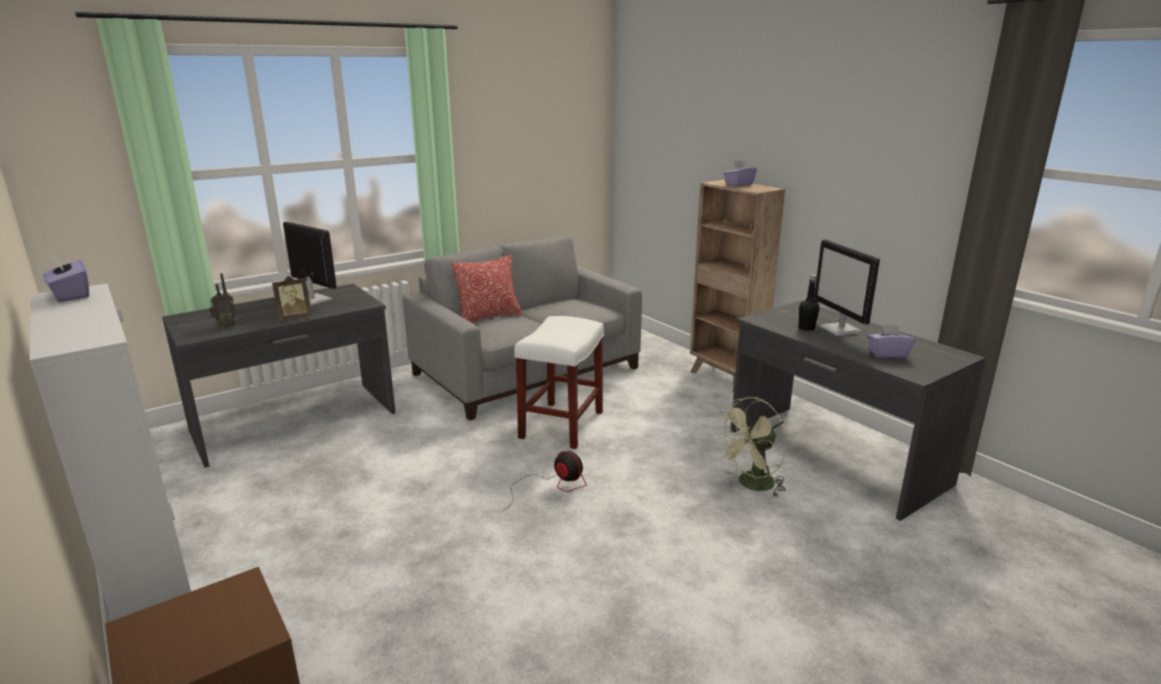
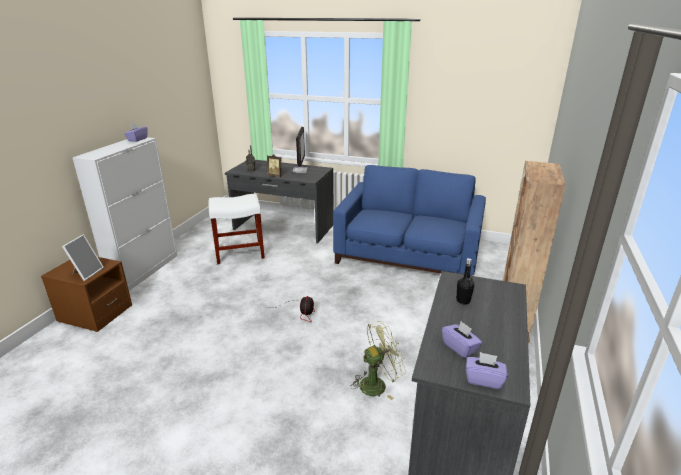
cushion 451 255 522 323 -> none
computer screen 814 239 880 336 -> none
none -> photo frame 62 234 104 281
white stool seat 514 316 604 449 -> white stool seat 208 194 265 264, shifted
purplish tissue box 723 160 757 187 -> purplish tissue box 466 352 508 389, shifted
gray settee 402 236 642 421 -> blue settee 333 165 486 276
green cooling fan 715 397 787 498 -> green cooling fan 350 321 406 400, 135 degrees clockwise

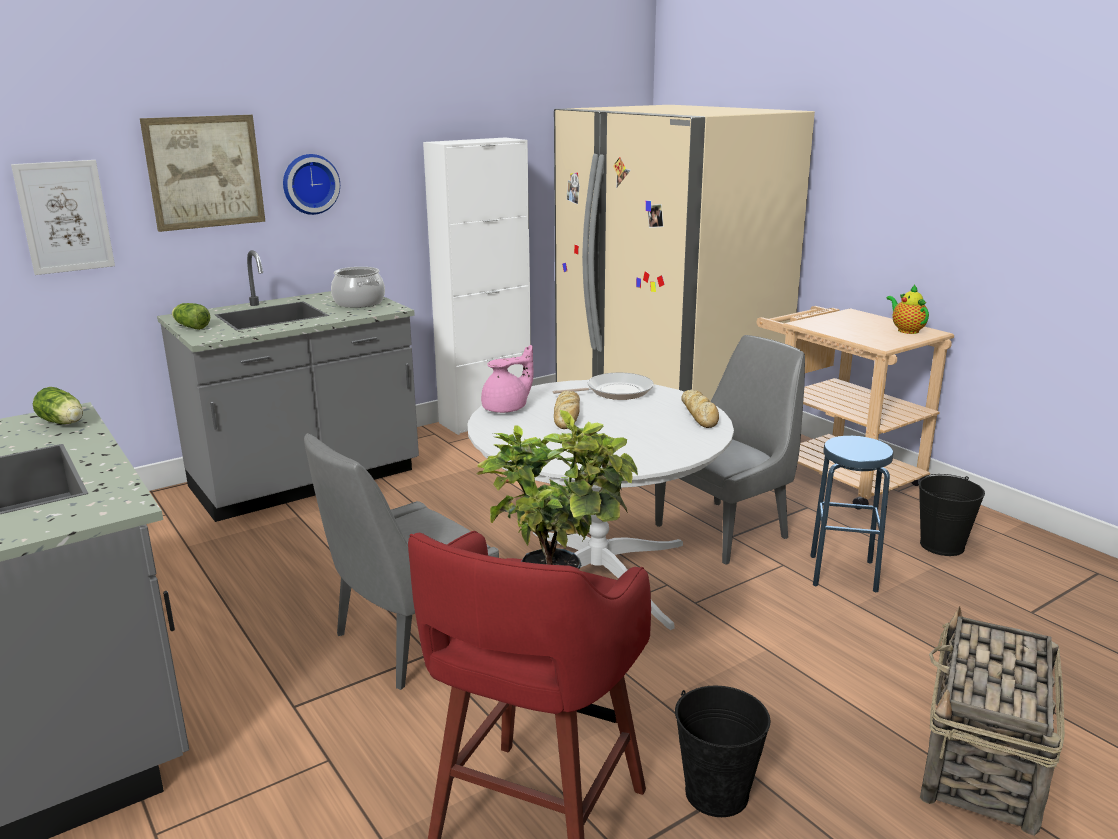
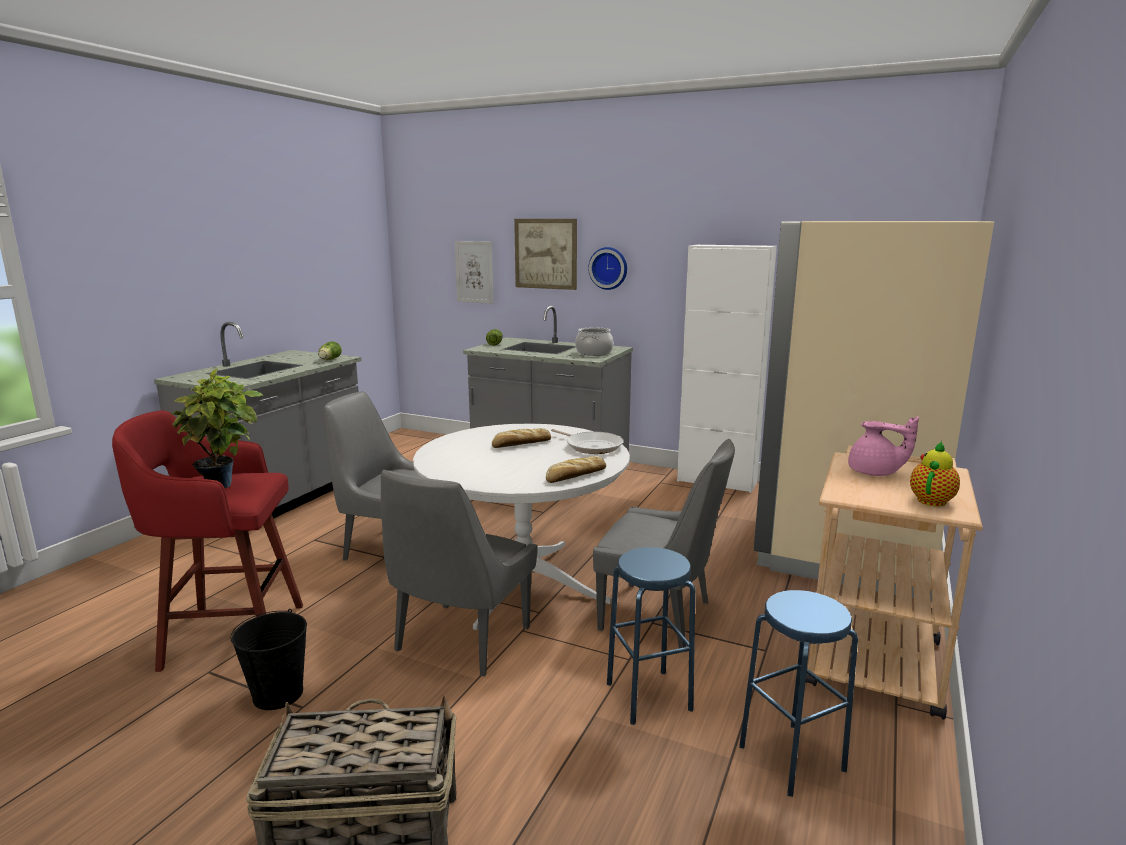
none -> gray plain chair 381 470 537 676
pinkish pot for tea 481 345 534 413 -> pinkish pot for tea 848 417 919 476, shifted
black pail 918 474 985 556 -> blue stool seat 739 590 858 797

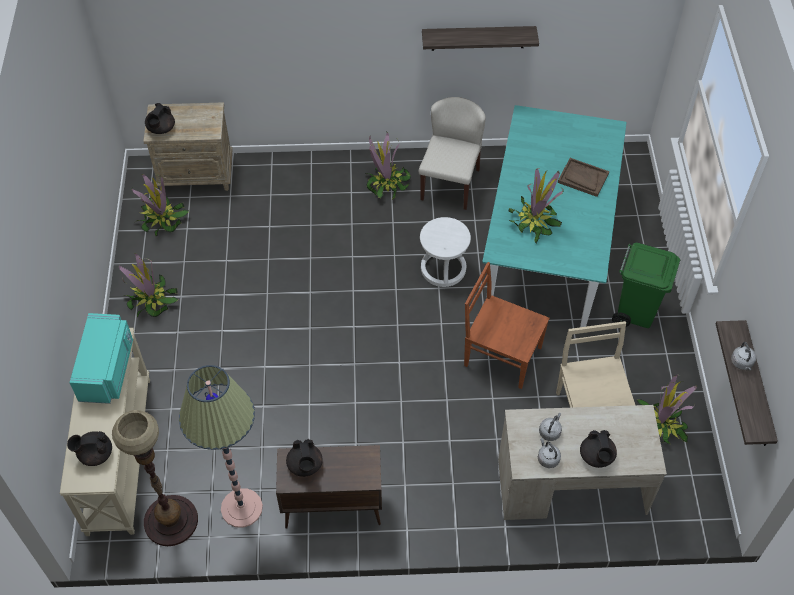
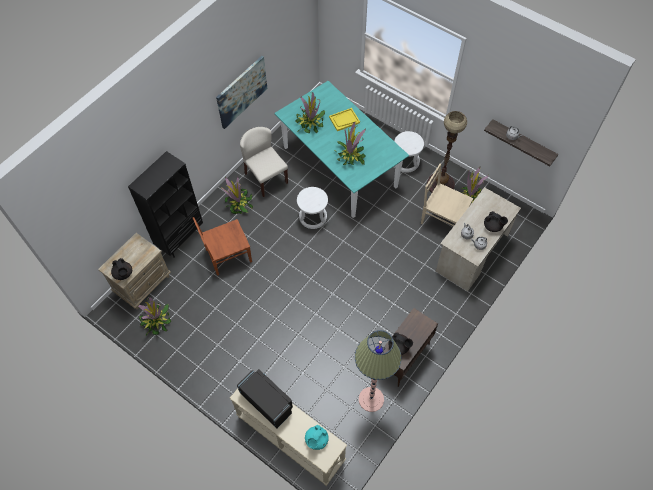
none -> black bookcase 128 151 203 258
standing lamp 112 410 198 546 -> standing lamp 427 111 467 193, shifted
plant in a pot 119 253 178 317 -> plant in a pot 296 92 325 133, shifted
brown plain chair 464 262 550 389 -> brown plain chair 193 217 252 276, shifted
wall shelf 422 26 539 51 -> wall picture 216 56 267 129
green trash can 612 243 680 328 -> white stool seat 394 131 424 173
black pot for tea 67 431 112 466 -> turquoise-coloured pot for tea 305 425 329 450
turquoise-coloured microwave 69 313 133 404 -> black microwave 237 369 293 428
brown serving tray 558 158 609 197 -> yellow serving tray 329 108 360 131

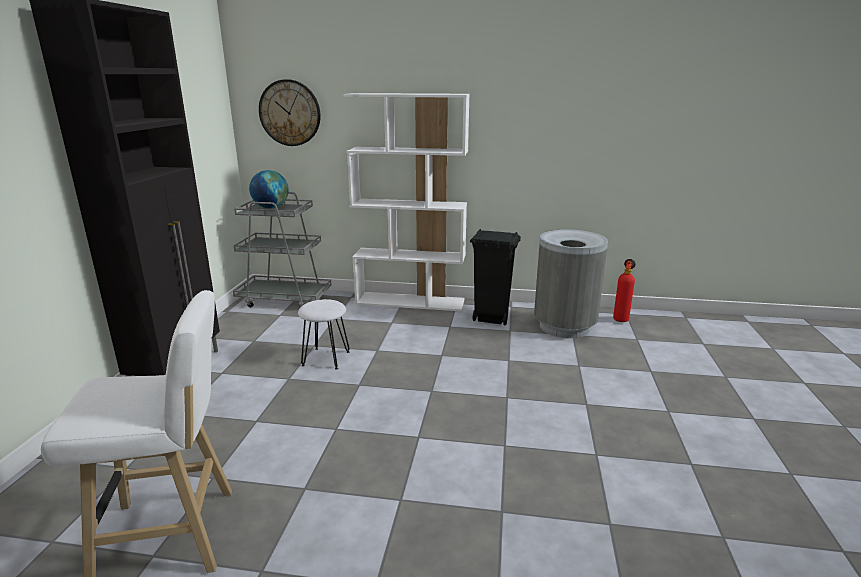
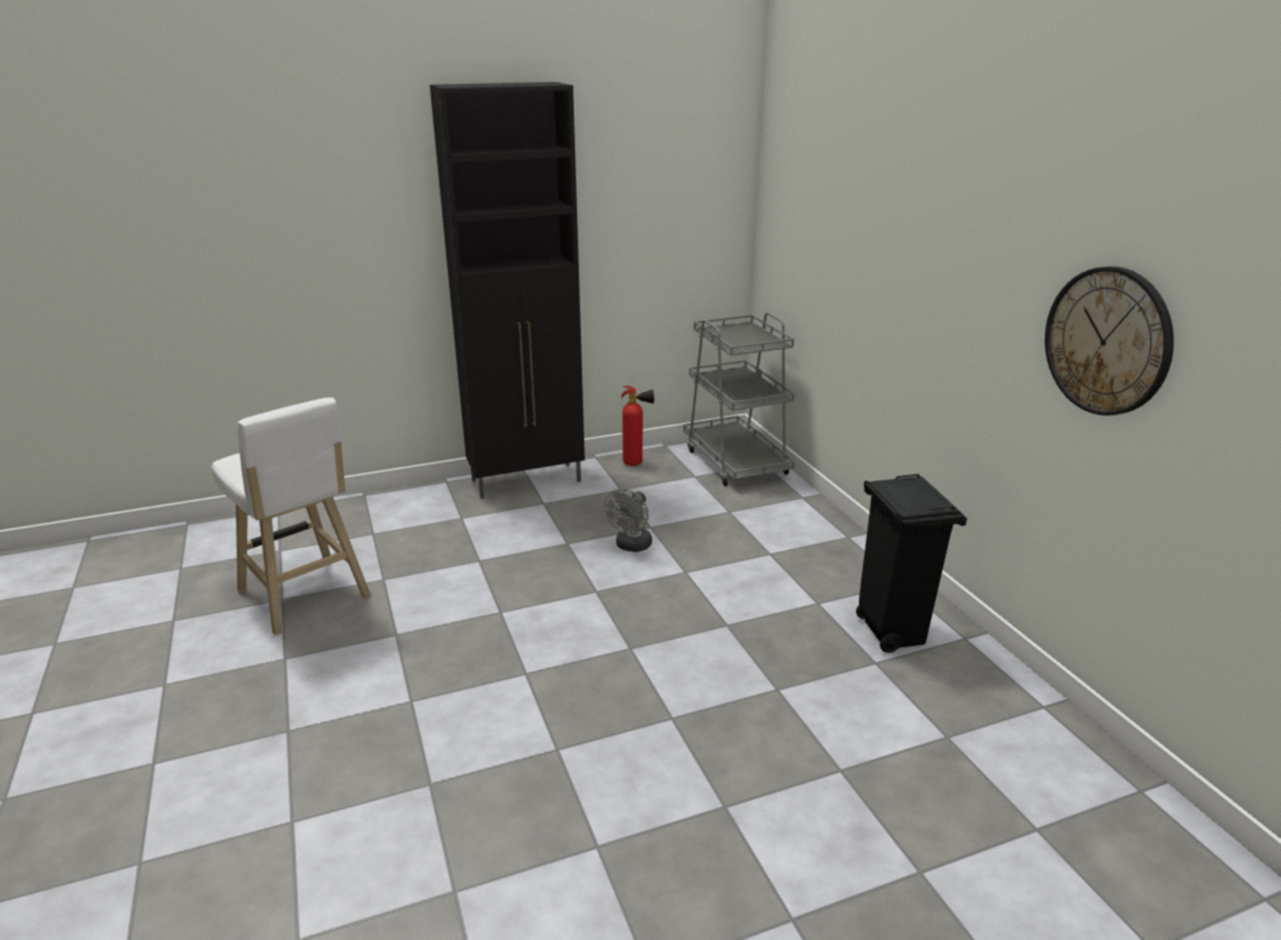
world globe 249 170 289 208 -> none
white bookcase 343 93 470 311 -> none
gray trash can 534 229 608 338 -> none
wall clock 259 79 321 146 -> wall clock 1045 266 1174 416, shifted
fire-fighting cylinder 613 259 636 322 -> fire-fighting cylinder 621 386 654 466, shifted
white stool seat 298 299 350 370 -> gray cooling fan 604 489 652 552

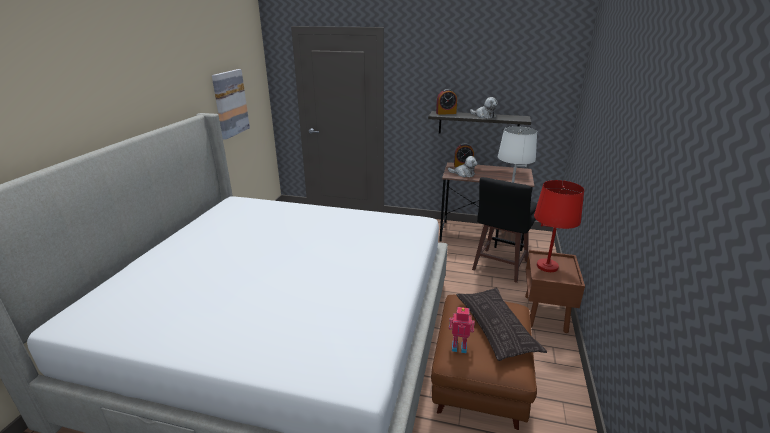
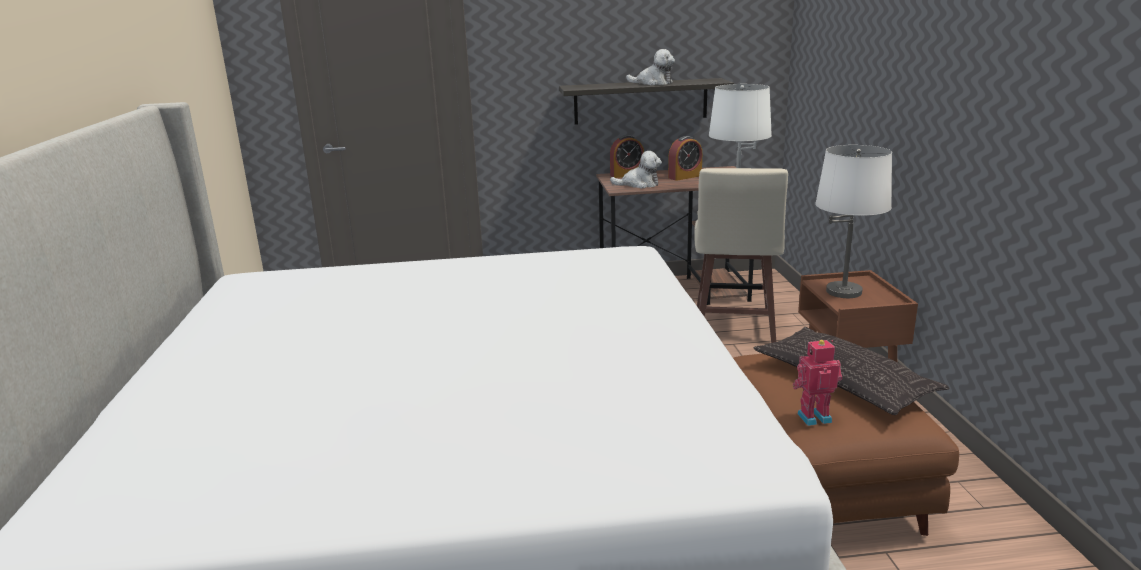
wall picture 212 69 250 140 -> none
table clock 436 89 457 115 -> table clock 668 136 702 181, shifted
black stool seat 472 177 537 283 -> beige stool seat 694 168 788 343
red tabletop lamp 534 180 584 272 -> white tabletop lamp 815 145 892 298

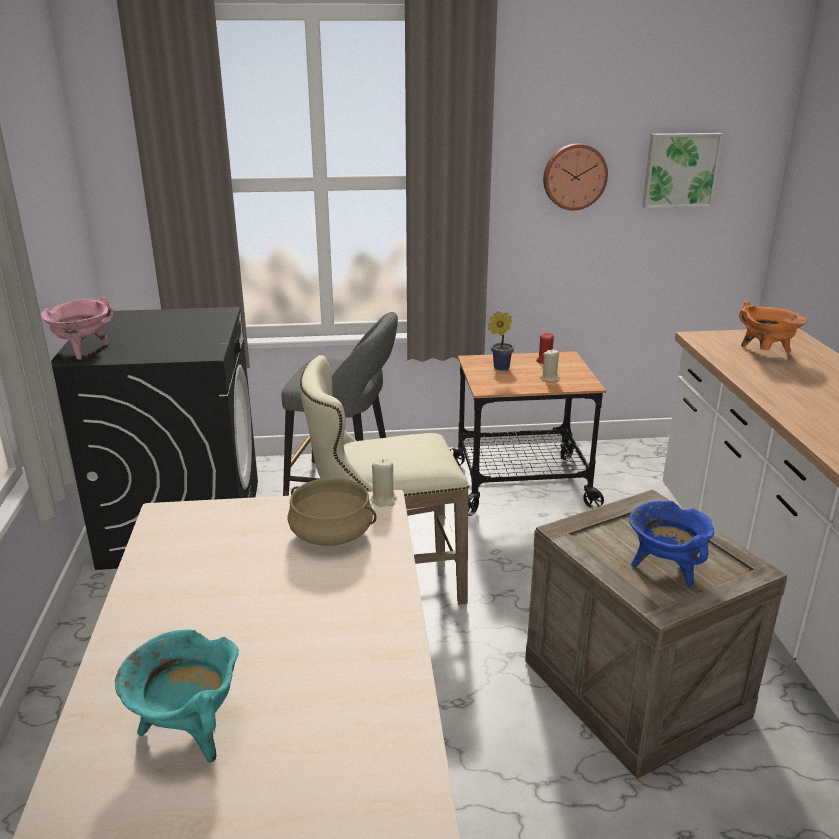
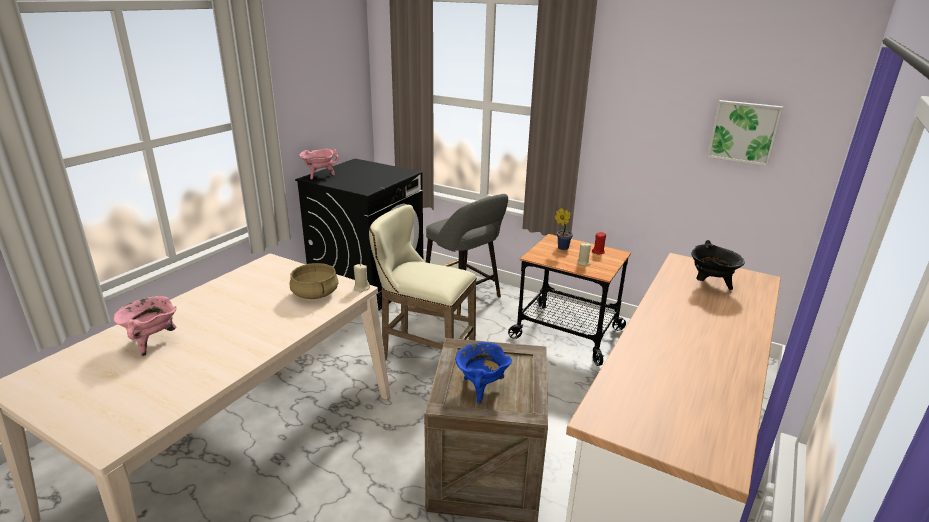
wall clock 543 143 608 210 -> none
turquoise-coloured stockpot 115 630 239 763 -> pinkish stockpot 114 296 177 356
orangey stockpot 739 301 807 353 -> black stockpot 691 240 745 290

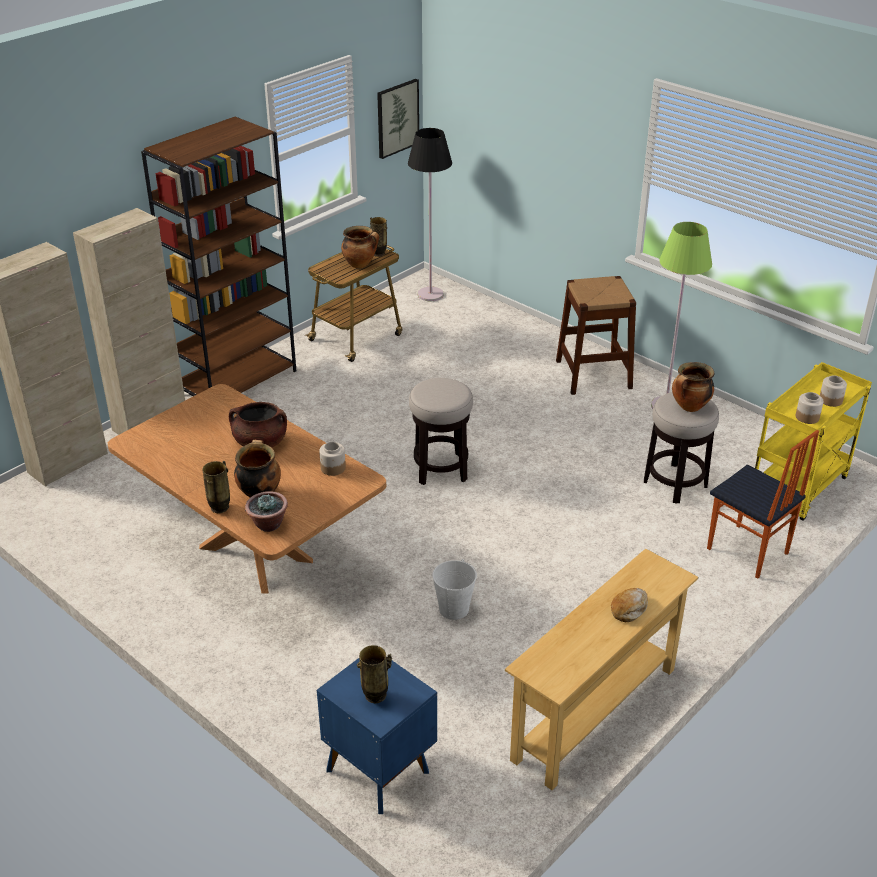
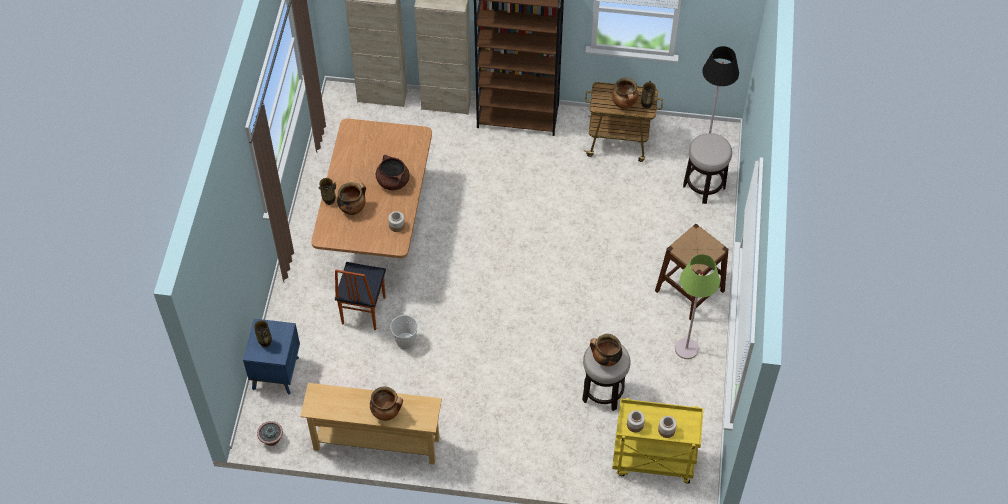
wall picture 377 79 419 159 -> none
plant in a pot 245 491 288 532 -> plant in a pot 257 421 283 446, shifted
stool seat 409 378 473 485 -> stool seat 683 133 732 204, shifted
plain chair 707 430 819 578 -> plain chair 335 262 386 330, shifted
bakery bread 611 588 648 622 -> stockpot 370 387 403 421

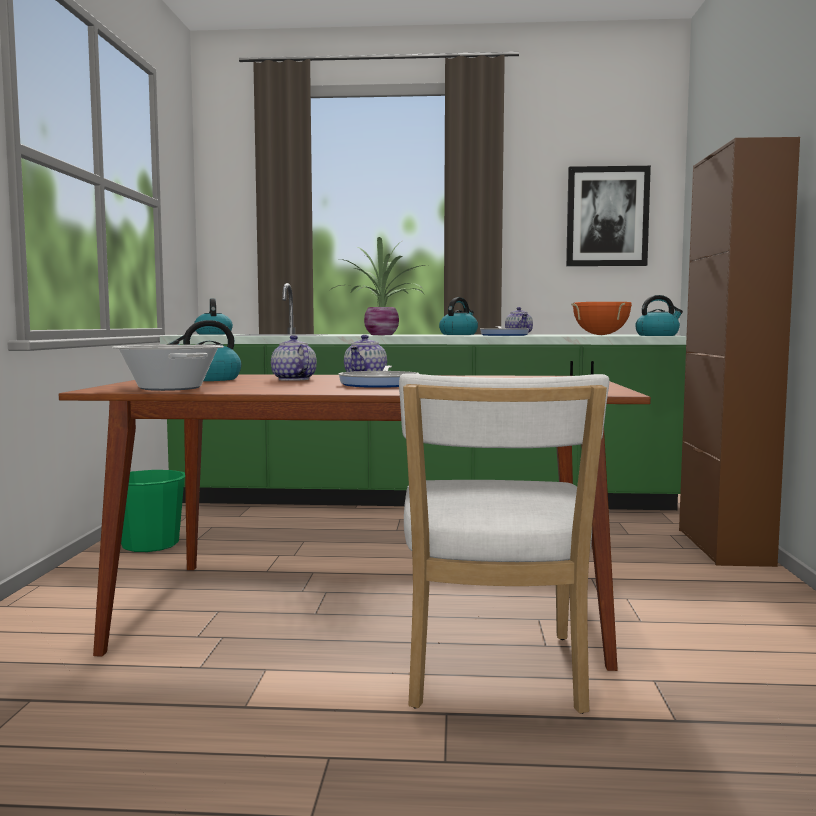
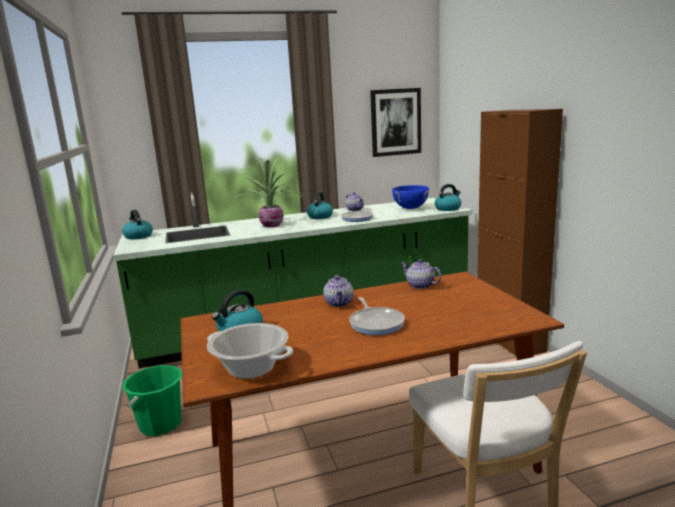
pot for tea 271 335 317 381 -> pot for tea 401 259 442 289, shifted
orangey stockpot 571 302 632 335 -> blue stockpot 392 185 429 209

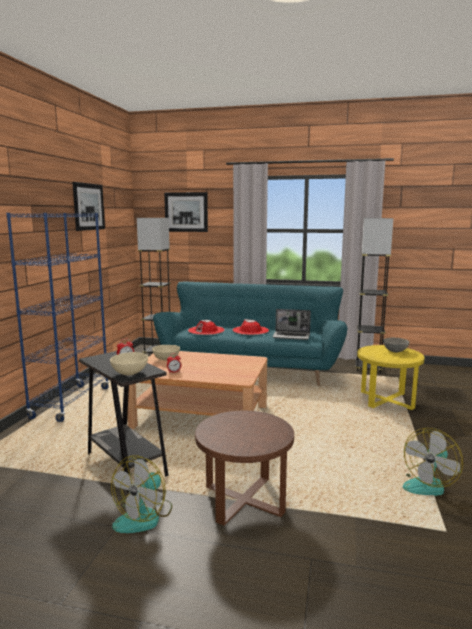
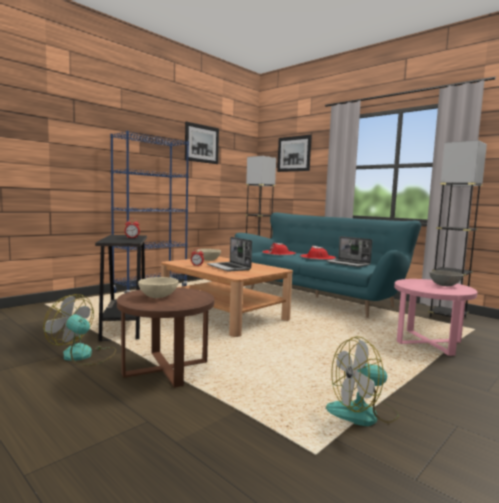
none -> notebook computer 207 237 252 272
beige deep dish 110 352 148 376 -> beige deep dish 138 277 179 298, shifted
yellow end table 357 345 425 410 -> pinkish end table 394 279 477 356
cooling fan 111 455 172 533 -> cooling fan 43 294 116 365, 60 degrees clockwise

